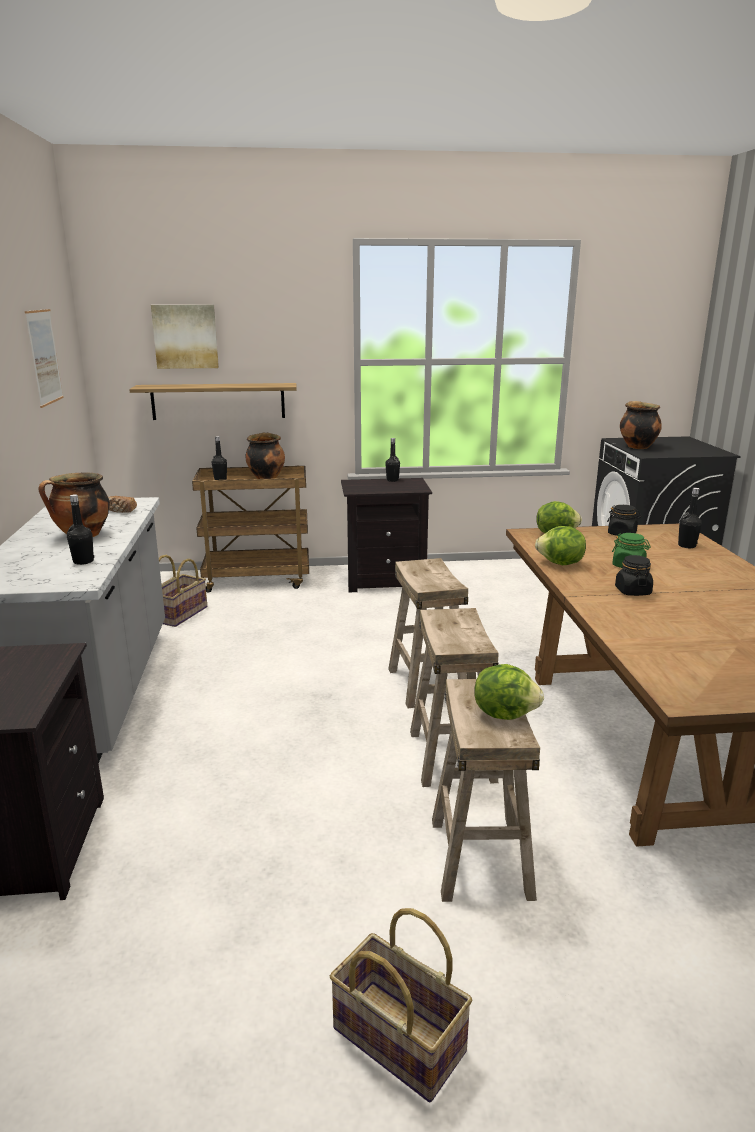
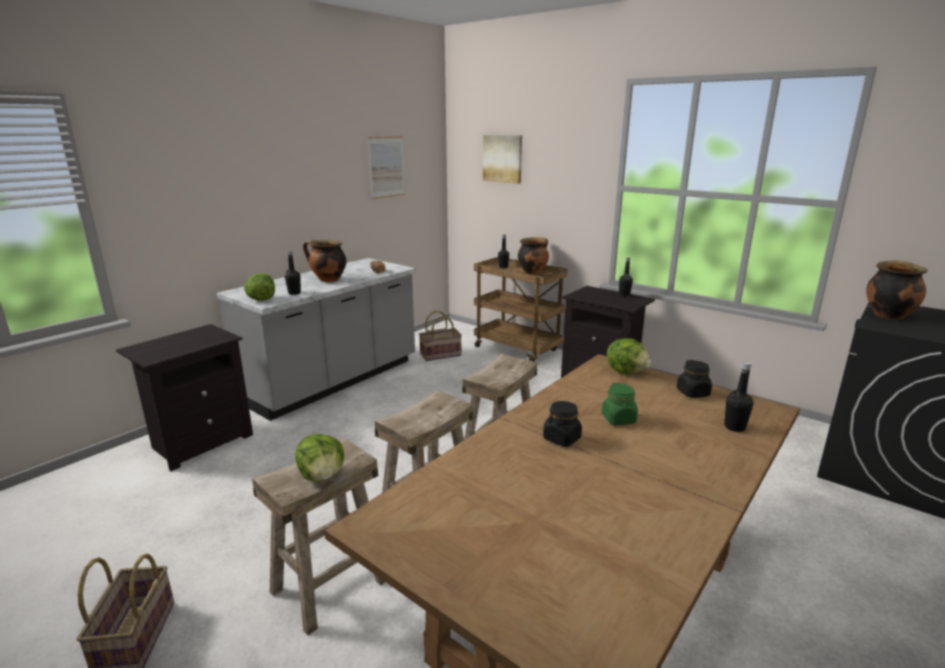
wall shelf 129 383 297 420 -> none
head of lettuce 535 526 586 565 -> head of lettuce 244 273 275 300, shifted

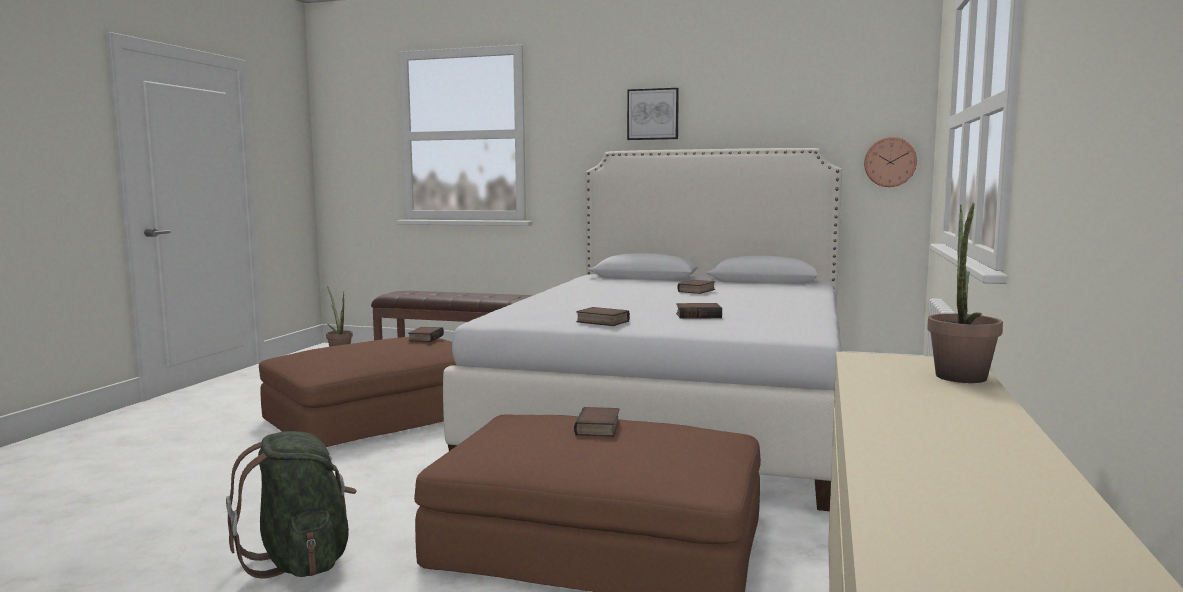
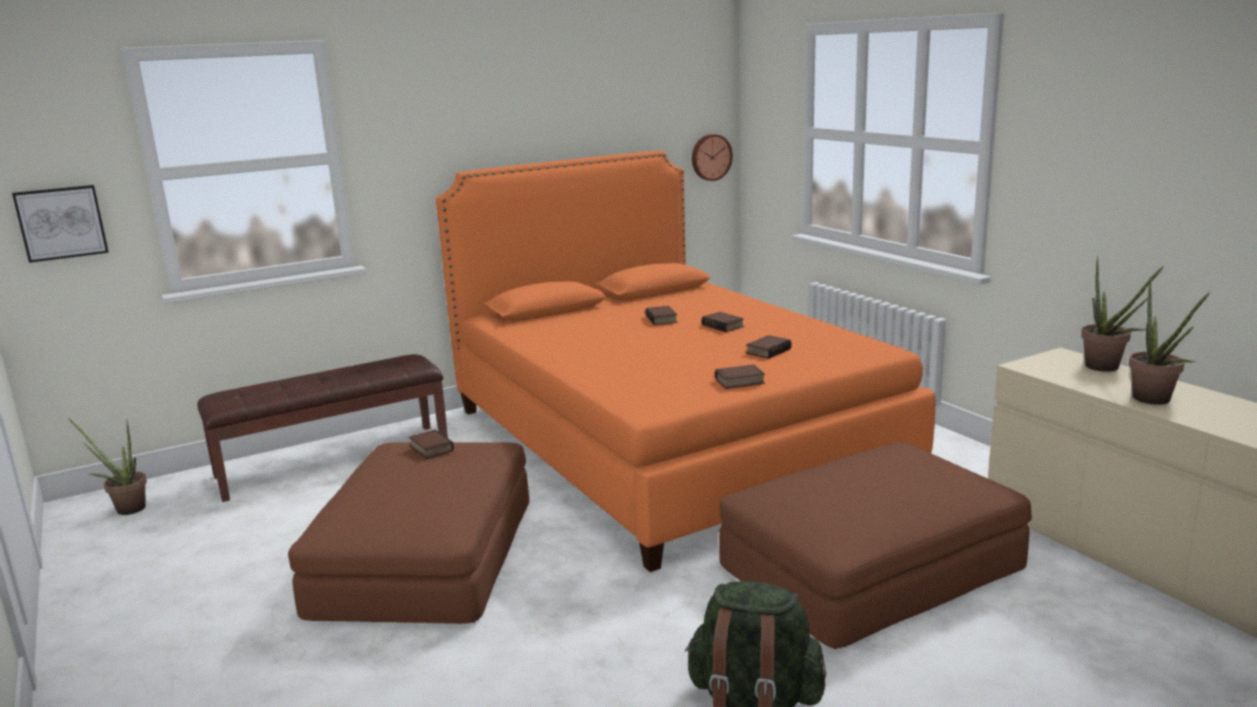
none -> plant in a pot 1129 277 1210 405
bound book 574 407 620 437 -> bound book 702 312 744 332, shifted
wall picture 627 88 679 140 -> wall picture 12 185 109 263, shifted
white bedroom bed 443 148 842 511 -> orangey bedroom bed 436 151 935 572

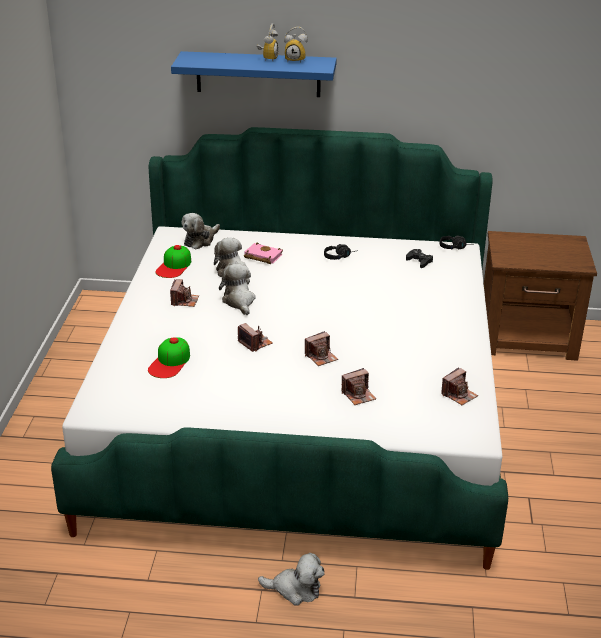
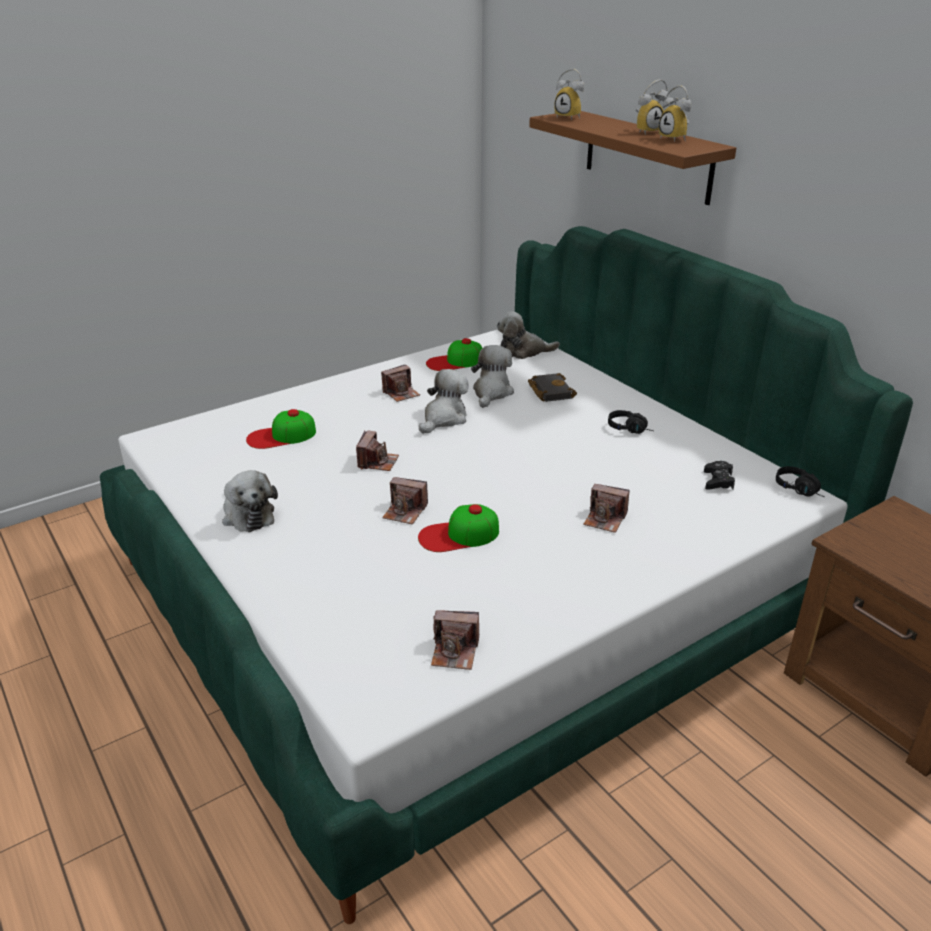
none -> cap 418 504 499 552
none -> table clock 555 69 584 120
plush toy 258 553 324 606 -> plush toy 222 470 278 532, shifted
photo camera 341 368 376 405 -> photo camera 583 484 629 533, shifted
blue wall shelf 171 51 337 97 -> brown wall shelf 529 111 736 205
pinkish bound book 244 243 283 264 -> black bound book 528 373 577 402

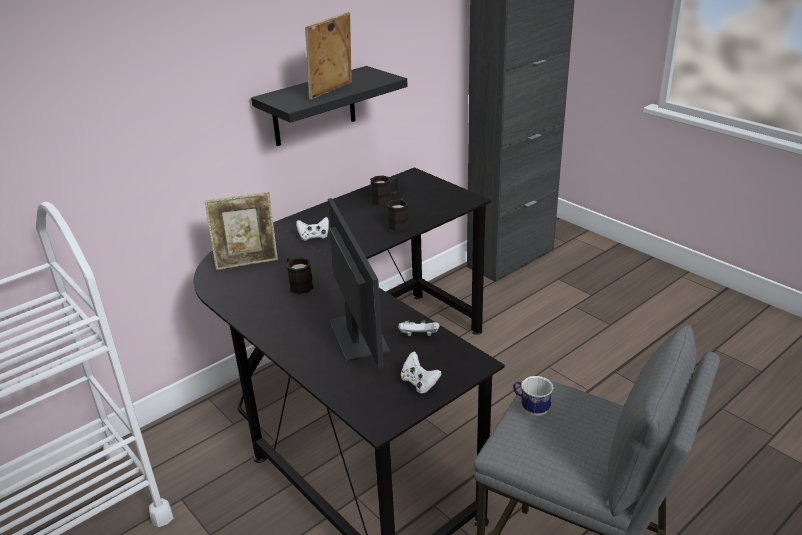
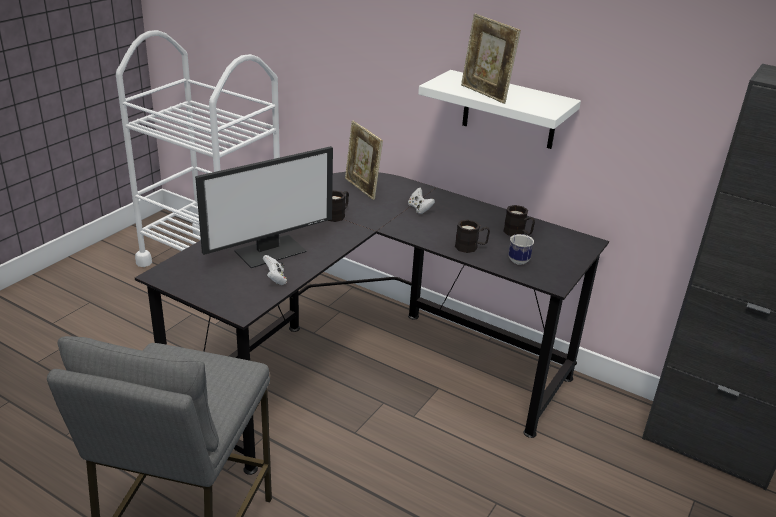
white gamepad 401 352 442 394 -> none
coffee mug 513 376 553 416 -> coffee mug 509 234 534 265, shifted
black wall shelf 251 66 407 146 -> white wall shelf 418 70 581 149
photo frame 305 12 352 100 -> photo frame 461 14 521 104, 150 degrees counterclockwise

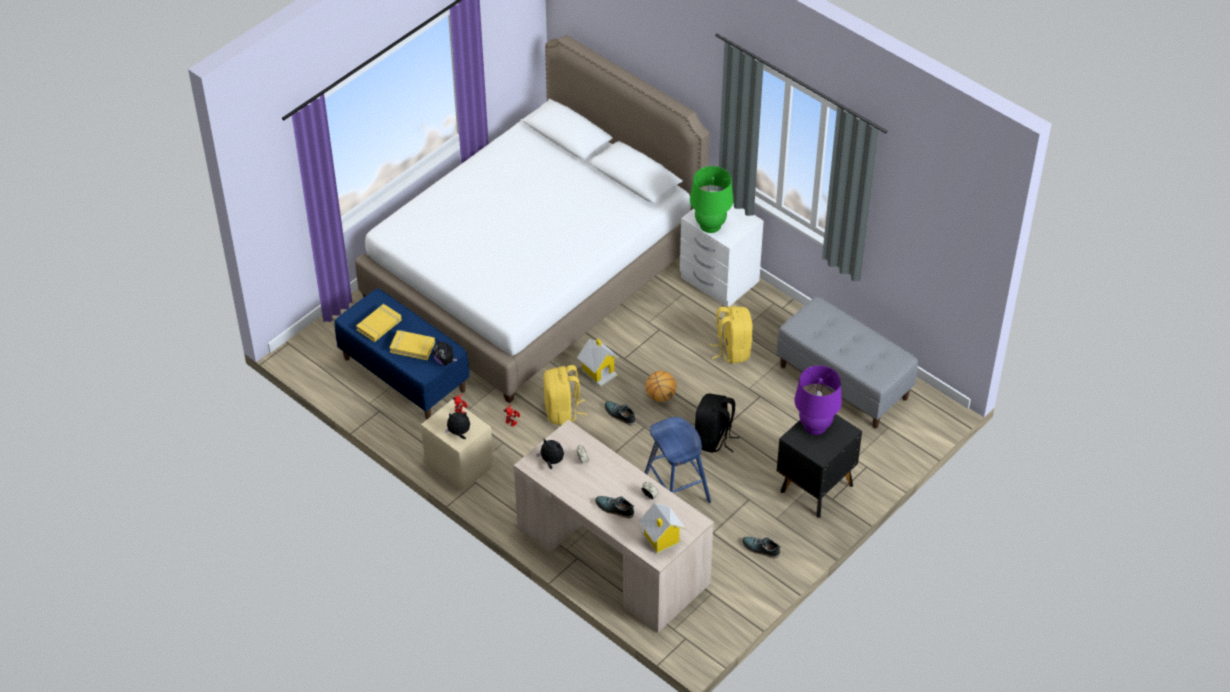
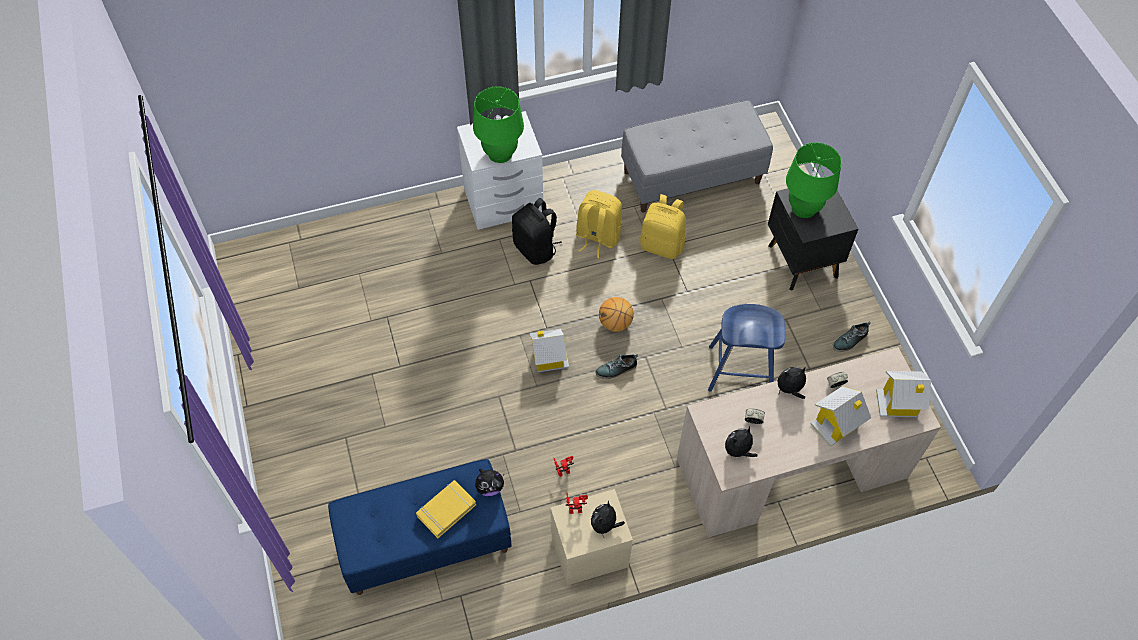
white bedroom bed 355 35 710 403 -> none
yellow bound book 356 304 402 342 -> none
none -> plush toy 777 367 806 399
yellow backpack 544 365 587 425 -> yellow backpack 640 194 686 259, shifted
black backpack 695 393 740 453 -> black backpack 512 198 562 265, shifted
item of footwear 595 496 634 518 -> miniature house 811 386 871 447
purplish tabletop lamp 794 365 842 435 -> green tabletop lamp 786 142 842 218

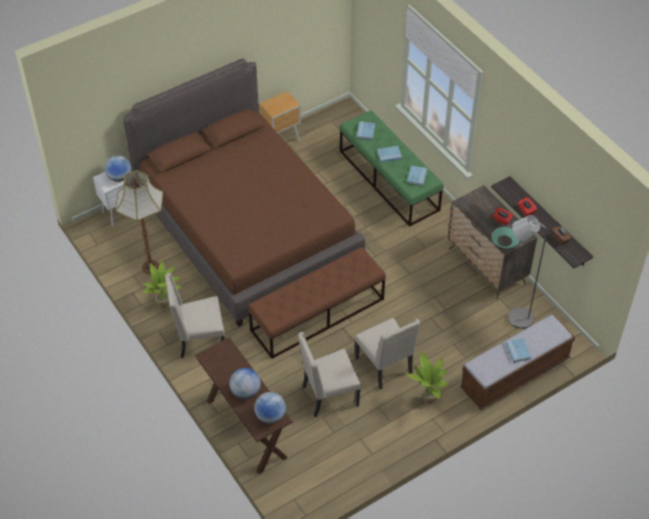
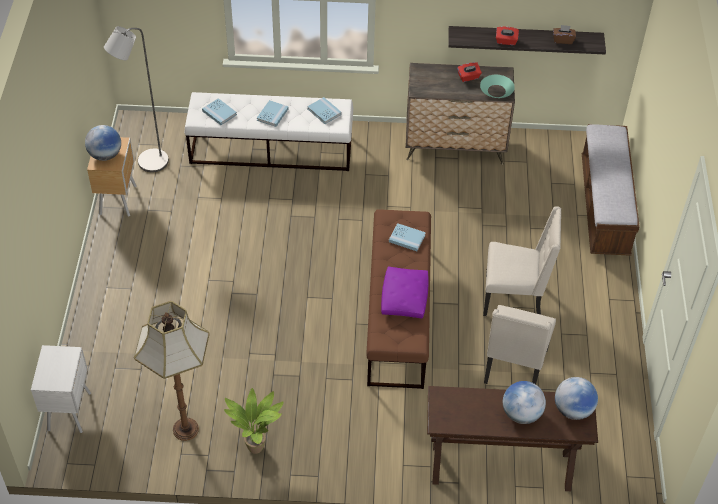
brown bedroom bed 123 58 365 327 -> none
beige plain chair 165 273 225 358 -> none
plant in a pot 407 352 448 404 -> none
none -> purplish cushion 381 267 429 318
world globe 104 155 131 182 -> world globe 85 125 121 161, shifted
blue bound book 506 338 532 363 -> blue bound book 389 223 426 251, shifted
gray standing lamp 508 215 547 329 -> gray standing lamp 104 26 169 172, shifted
green bench 339 110 444 227 -> white bench 184 92 353 171

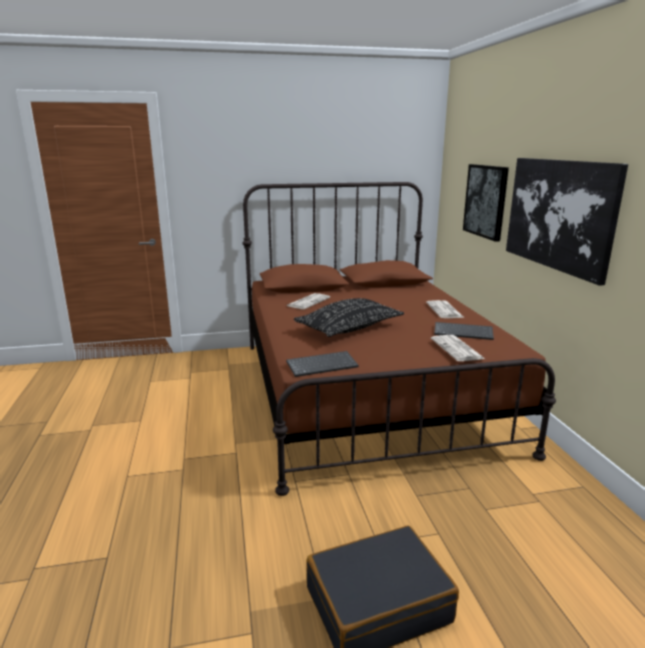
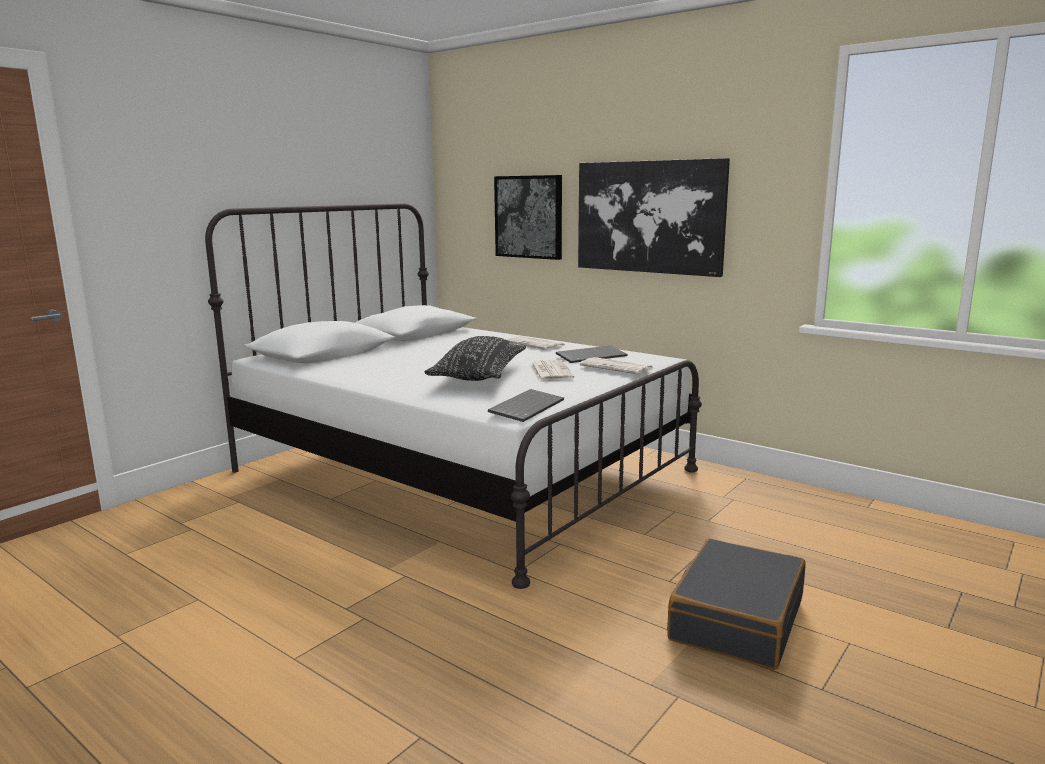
printed paper 287 293 330 309 -> printed paper 530 360 575 381, shifted
brown bedroom bed 242 182 556 496 -> white bedroom bed 205 203 702 589

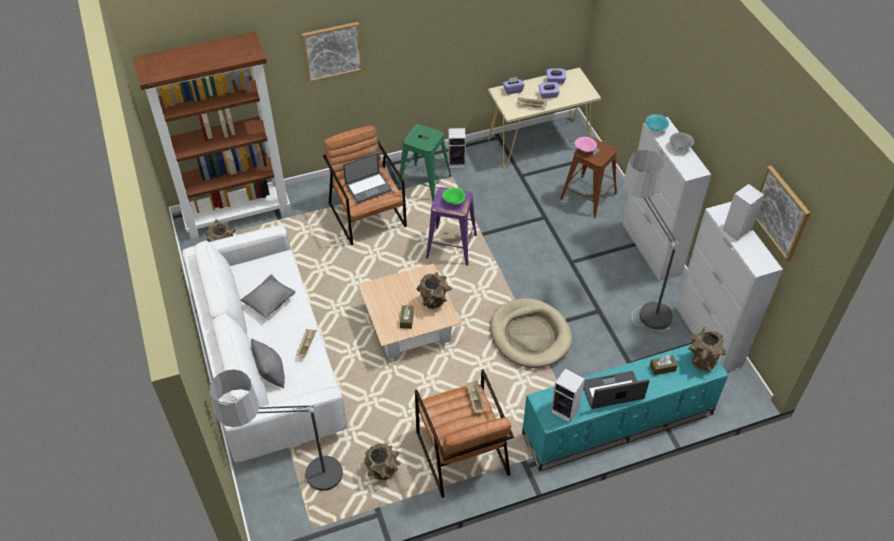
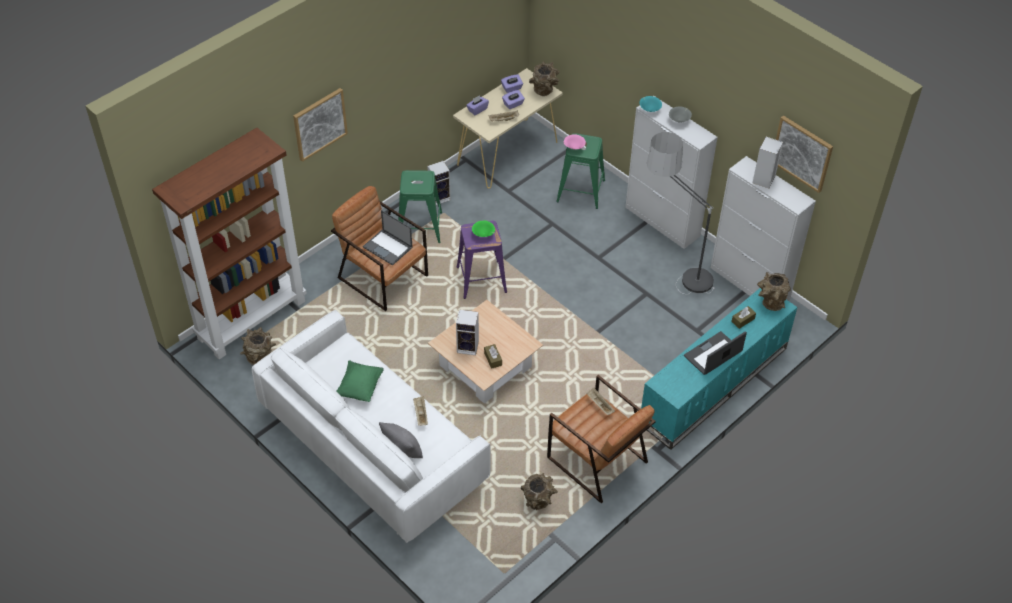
standing lamp 209 370 345 491 -> none
beige dog bed 490 298 572 368 -> none
brown vase 417 272 452 309 -> brown vase 529 61 560 96, shifted
speaker 551 368 585 423 -> speaker 456 310 479 355, shifted
gray cushion 240 274 296 318 -> green cushion 337 361 384 402
brown stool seat 560 137 617 217 -> green stool seat 556 133 605 209
notebook computer 343 152 392 203 -> notebook computer 363 210 413 266, 90 degrees clockwise

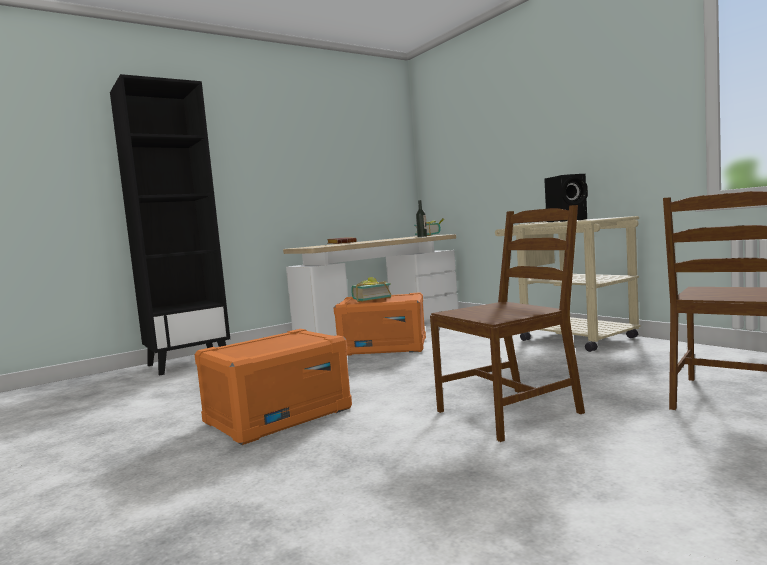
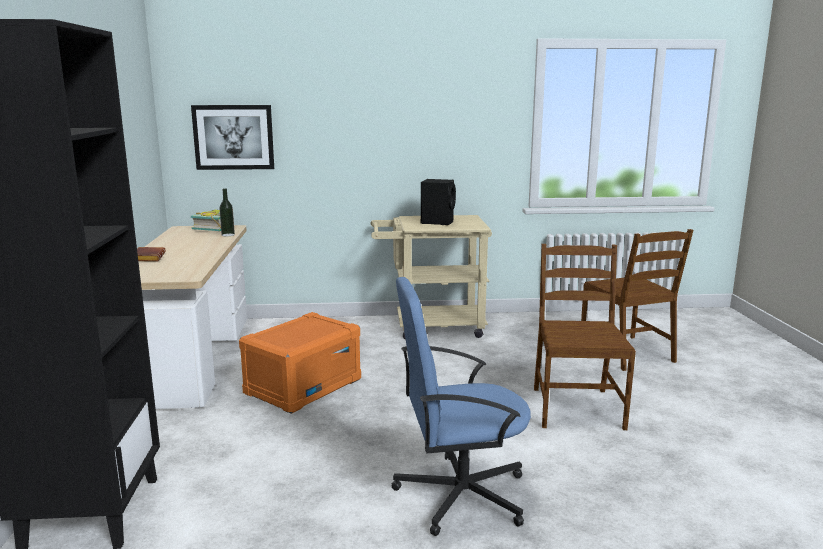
bound book 351 277 391 302 -> none
none -> wall picture 191 105 274 170
orangey storage container 194 329 352 445 -> blue computer chair 392 277 531 536

